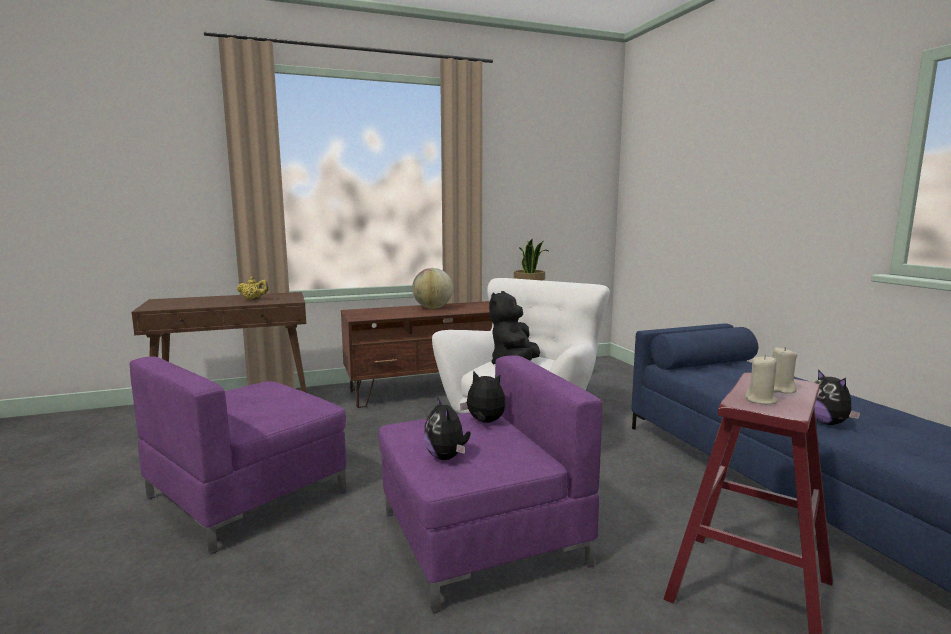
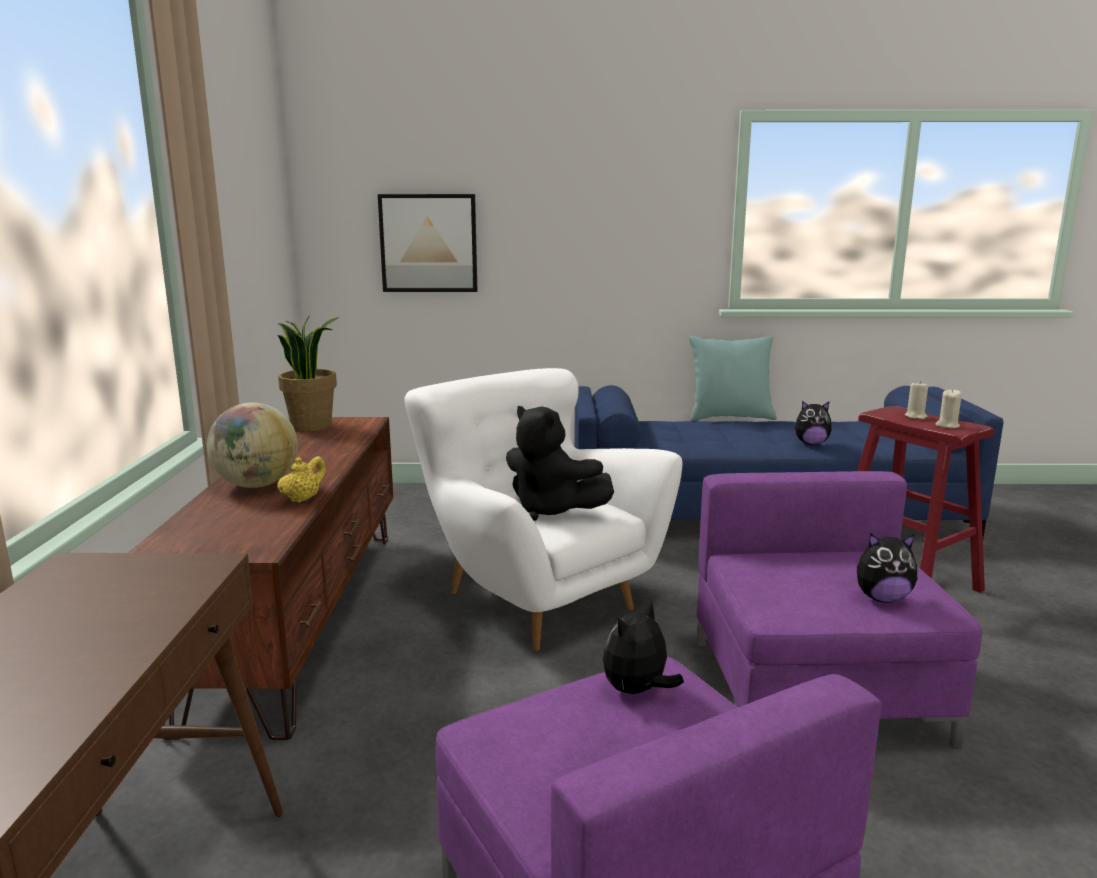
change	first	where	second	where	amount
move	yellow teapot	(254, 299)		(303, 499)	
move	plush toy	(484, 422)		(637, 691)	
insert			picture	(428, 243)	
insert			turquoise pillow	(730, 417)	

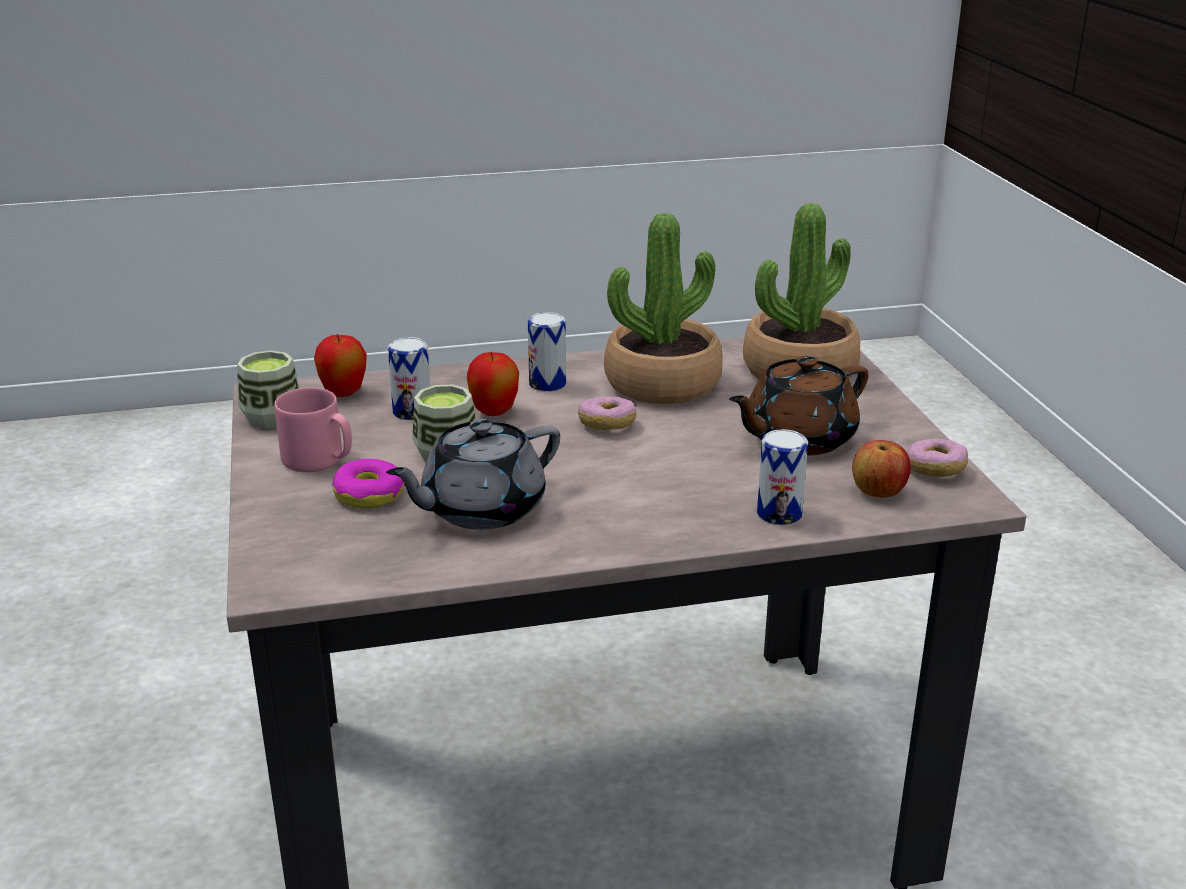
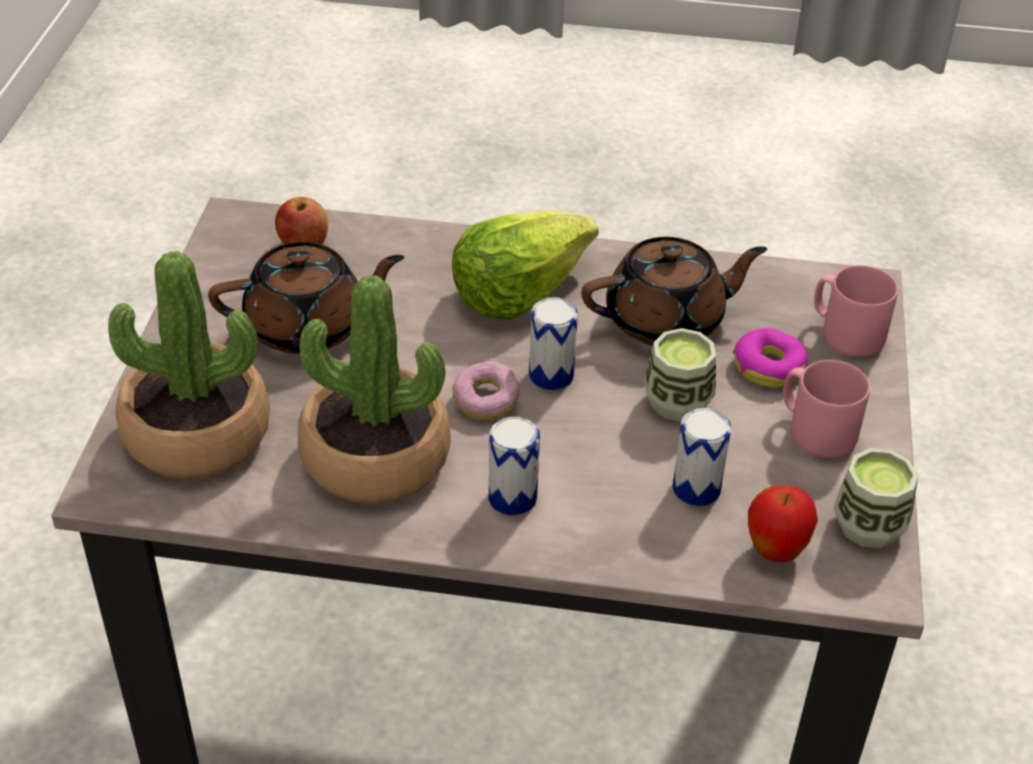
change	first	where	second	where	amount
recolor	grey teapot	(481, 509)	brown teapot	(667, 320)	
delete	apple	(494, 413)			
move	can	(779, 514)		(551, 375)	
delete	donut	(935, 470)			
insert			lettuce	(518, 290)	
insert			pink mug	(846, 333)	

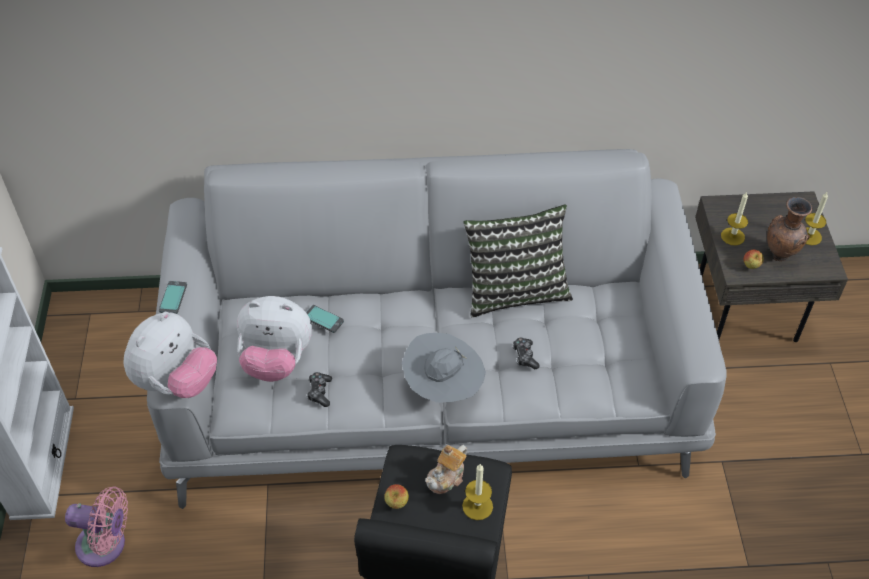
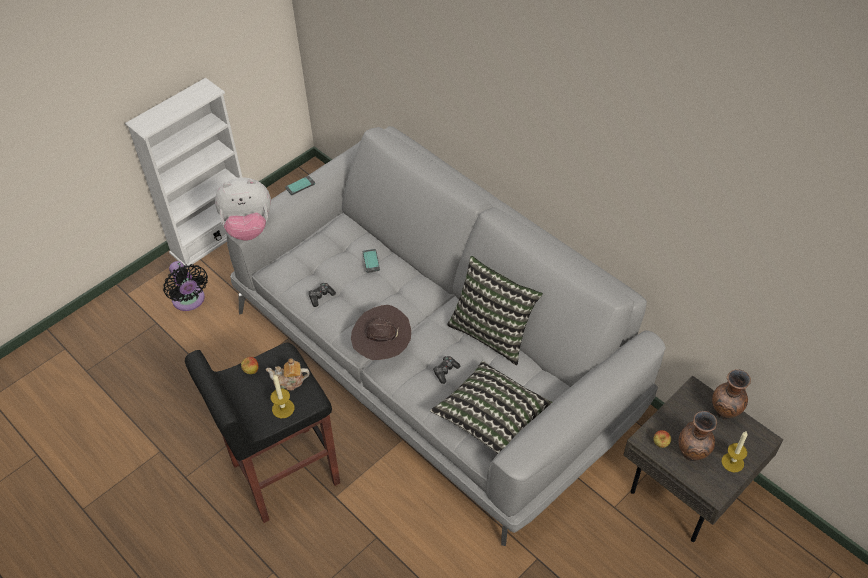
change	first	where	second	where	amount
recolor	pink fan	(106, 545)	black fan	(189, 301)	
delete	plush toy	(276, 360)			
recolor	grey hat	(443, 387)	brown hat	(382, 348)	
delete	candle	(732, 236)			
insert			pillow	(491, 418)	
insert			brown vase	(724, 414)	

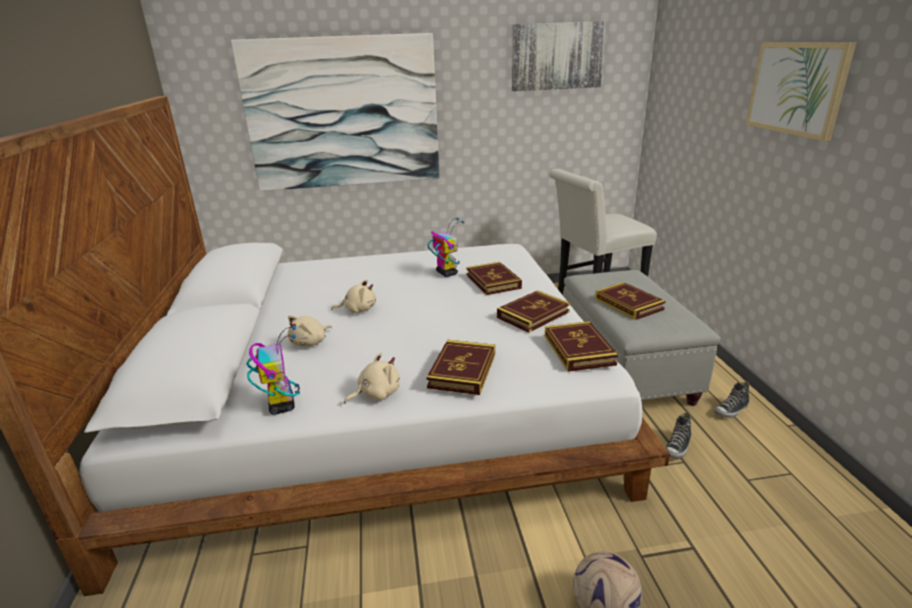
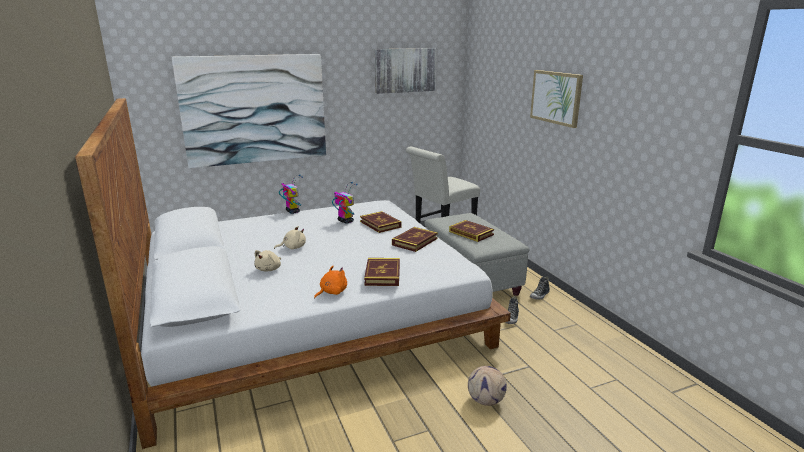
change	first	where	second	where	amount
move	toy robot	(281, 405)		(292, 211)	
recolor	beige plush toy	(376, 394)	orange plush toy	(332, 292)	
delete	book	(578, 350)			

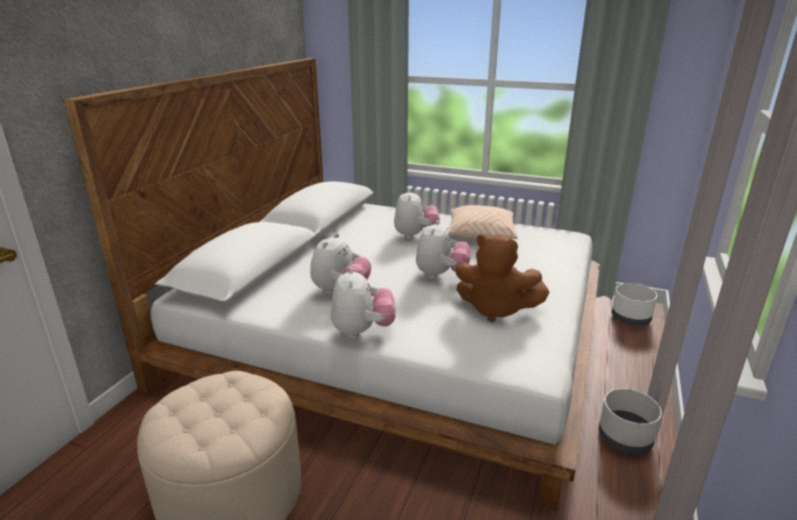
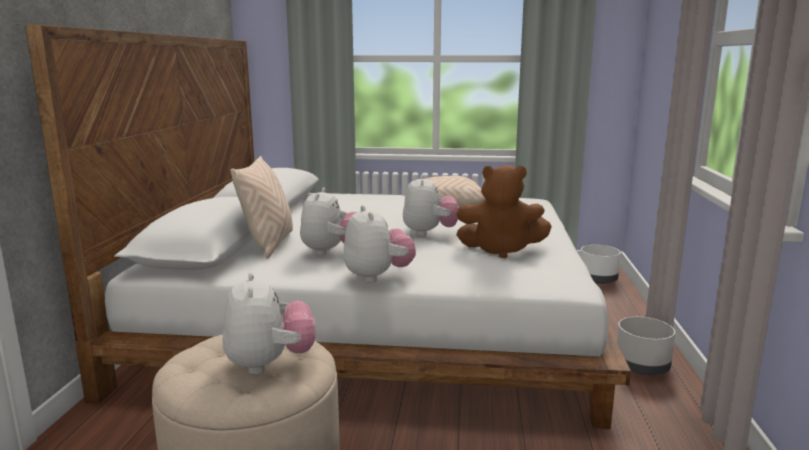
change	first	where	second	where	amount
move	plush toy	(415, 236)		(269, 364)	
insert			beige pillow	(269, 244)	

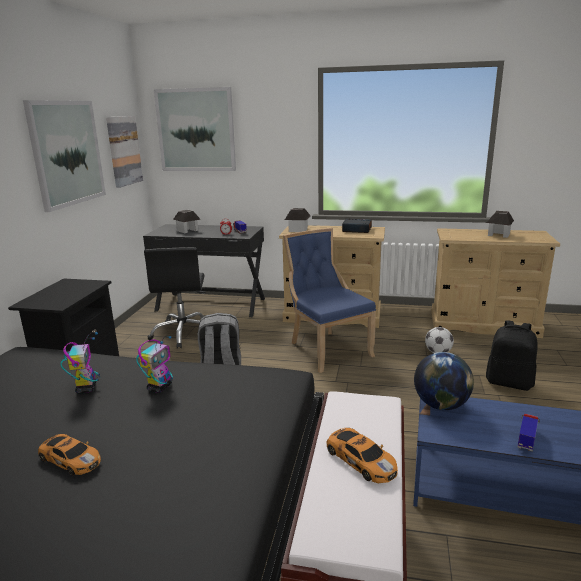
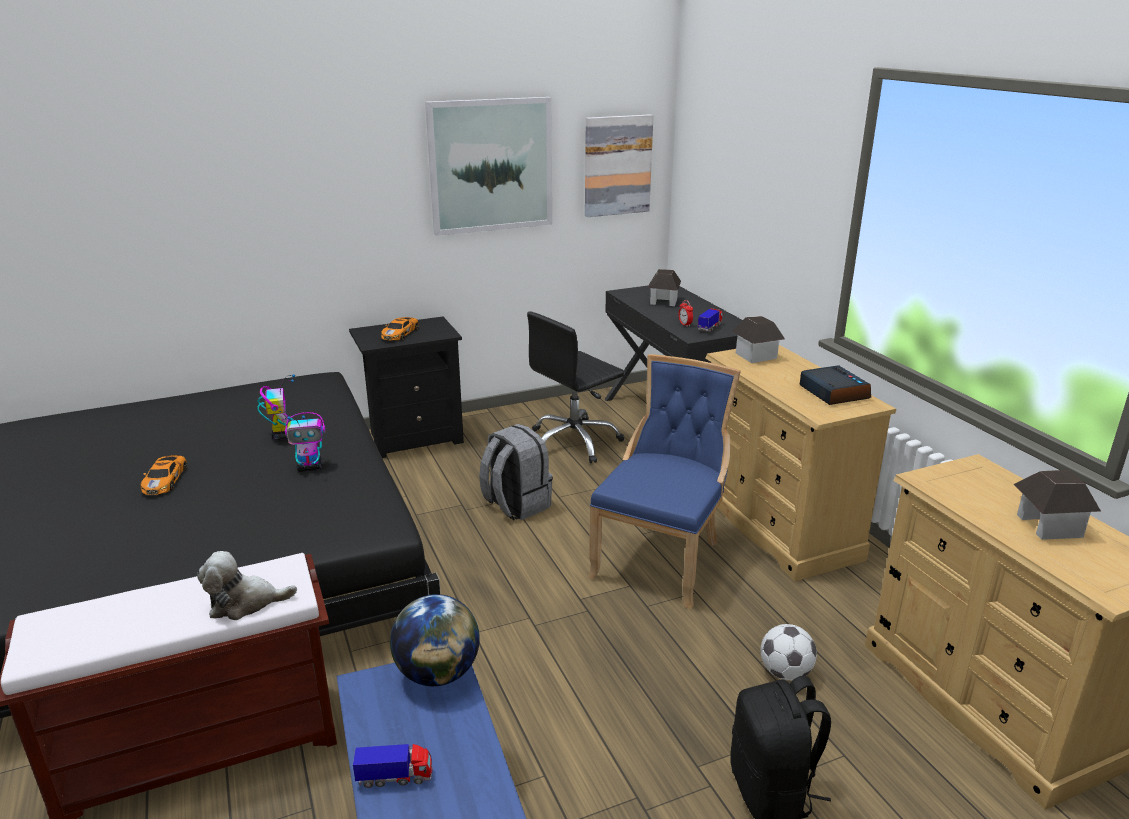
change	first	where	second	where	amount
rotate	toy robot	(86, 388)		(282, 435)	60 degrees counterclockwise
delete	picture	(196, 130)			
move	toy car	(360, 459)		(400, 333)	
insert			plush toy	(245, 603)	

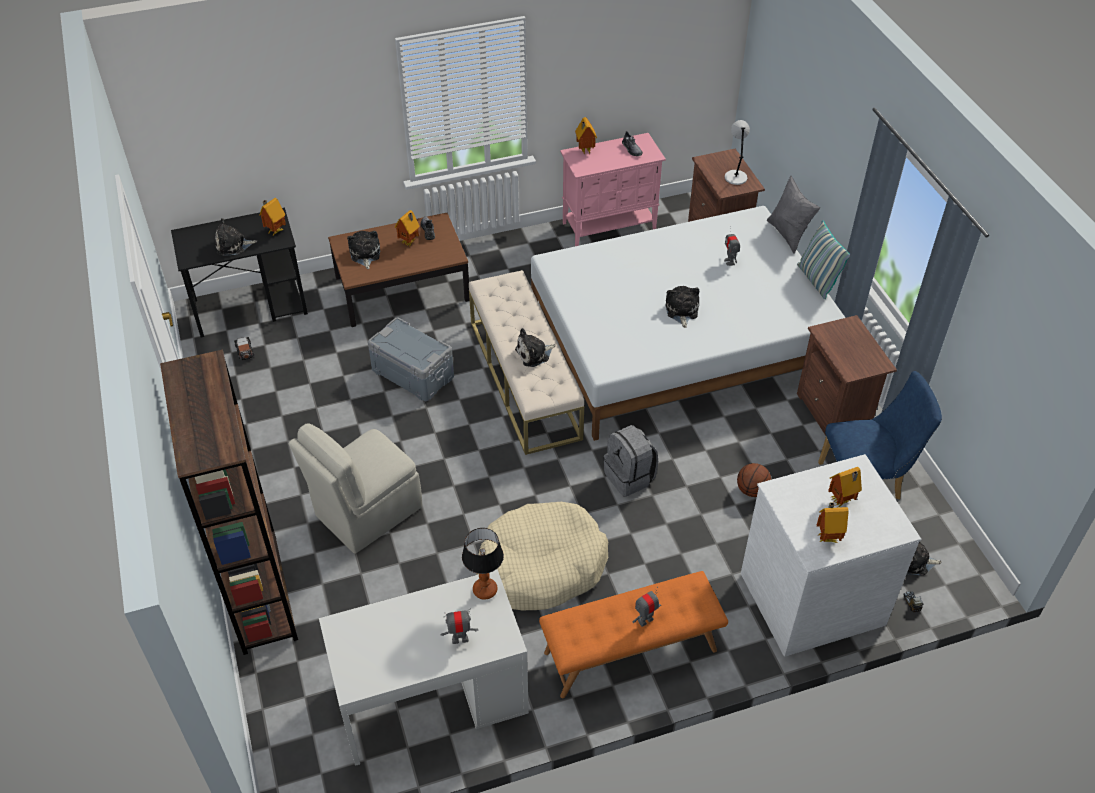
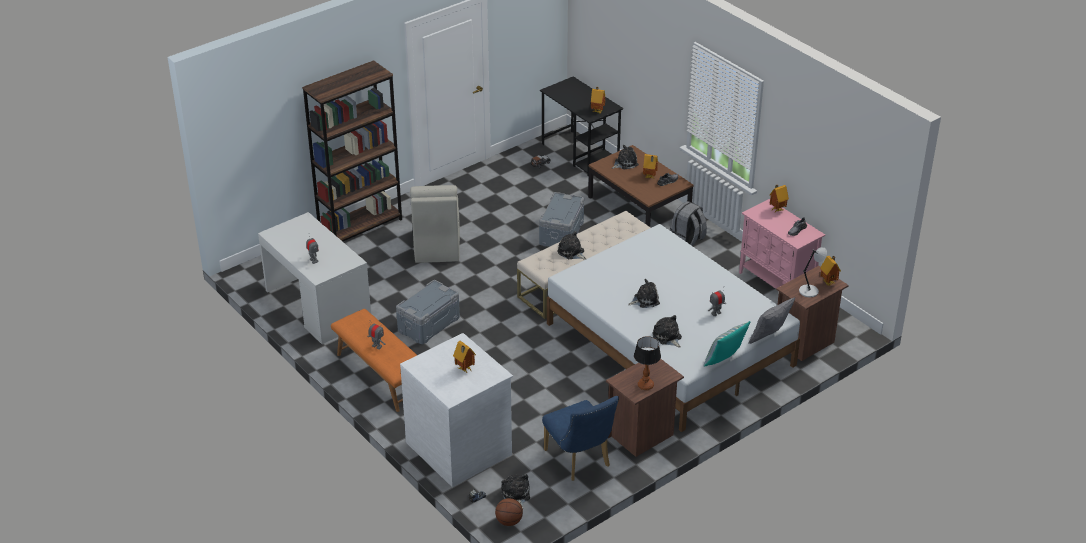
change	first	where	second	where	amount
move	plush toy	(233, 245)		(667, 337)	
rotate	beige chair	(366, 512)		(436, 246)	120 degrees counterclockwise
move	table lamp	(484, 590)		(645, 385)	
replace	beige dog bed	(541, 566)	grey storage box	(429, 325)	
move	grey backpack	(630, 477)		(687, 240)	
move	basketball	(752, 490)		(508, 521)	
move	toy house	(827, 537)		(829, 282)	

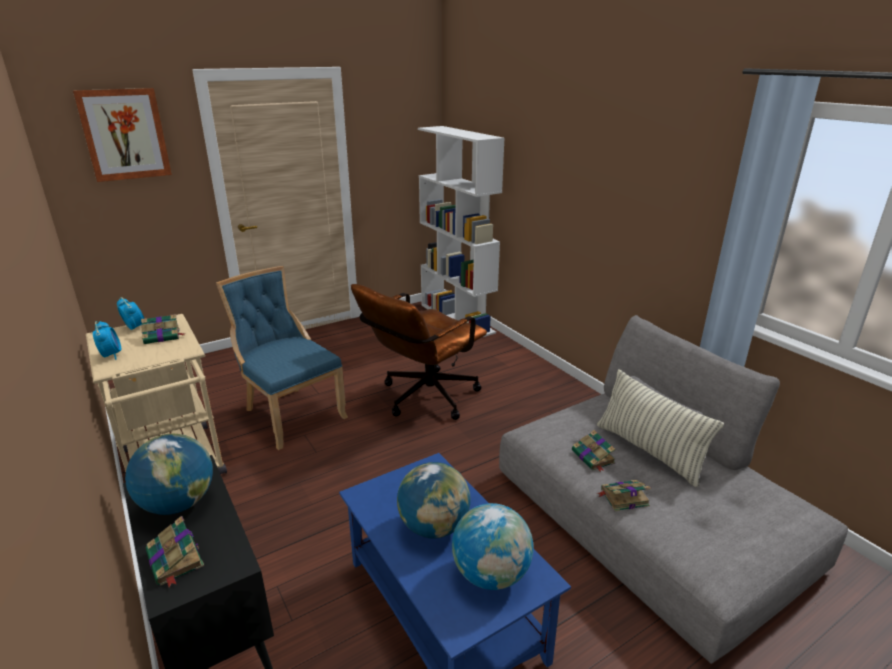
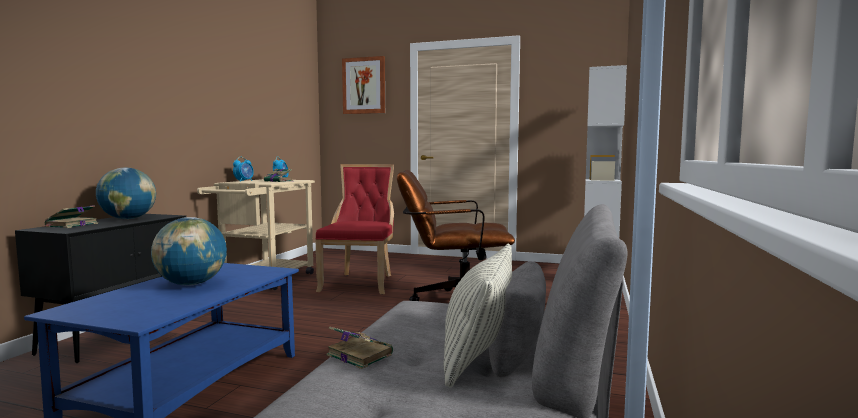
change	first	where	second	where	amount
recolor	blue chair	(290, 414)	red chair	(360, 282)	
delete	globe	(491, 574)			
delete	book	(593, 457)			

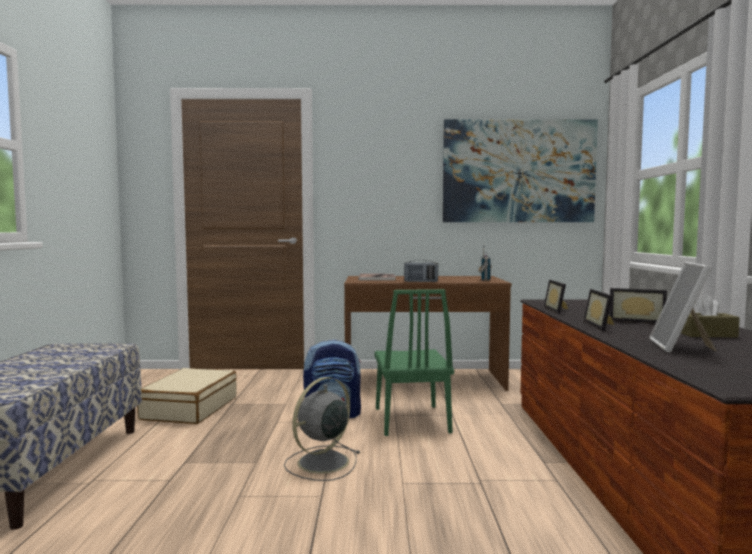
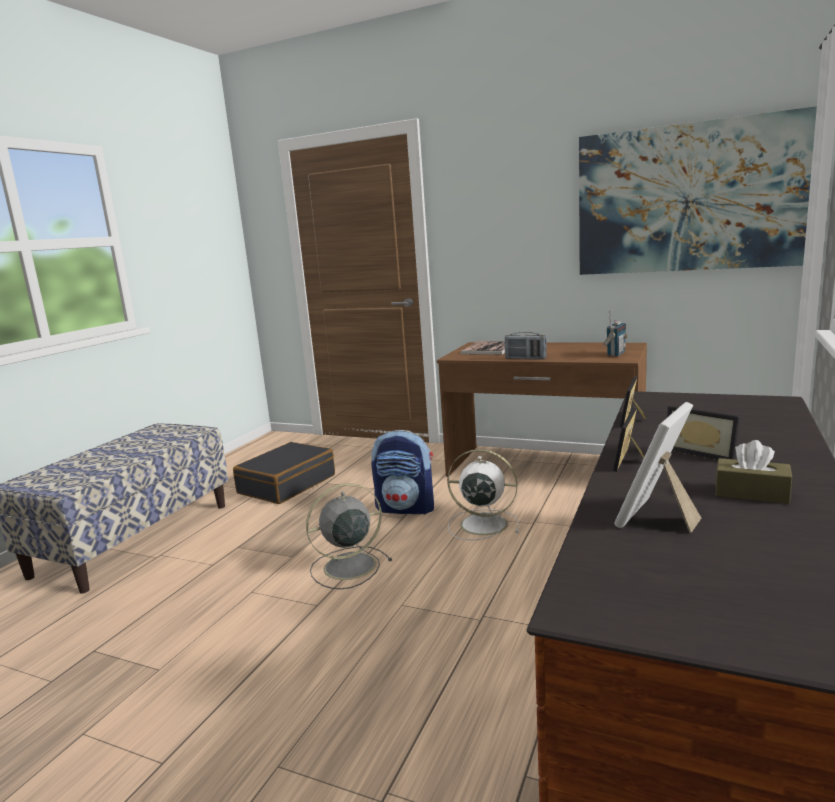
change	first	where	second	where	amount
recolor	beige suitcase	(189, 408)	black suitcase	(286, 484)	
replace	green chair	(411, 420)	white fan	(481, 524)	

